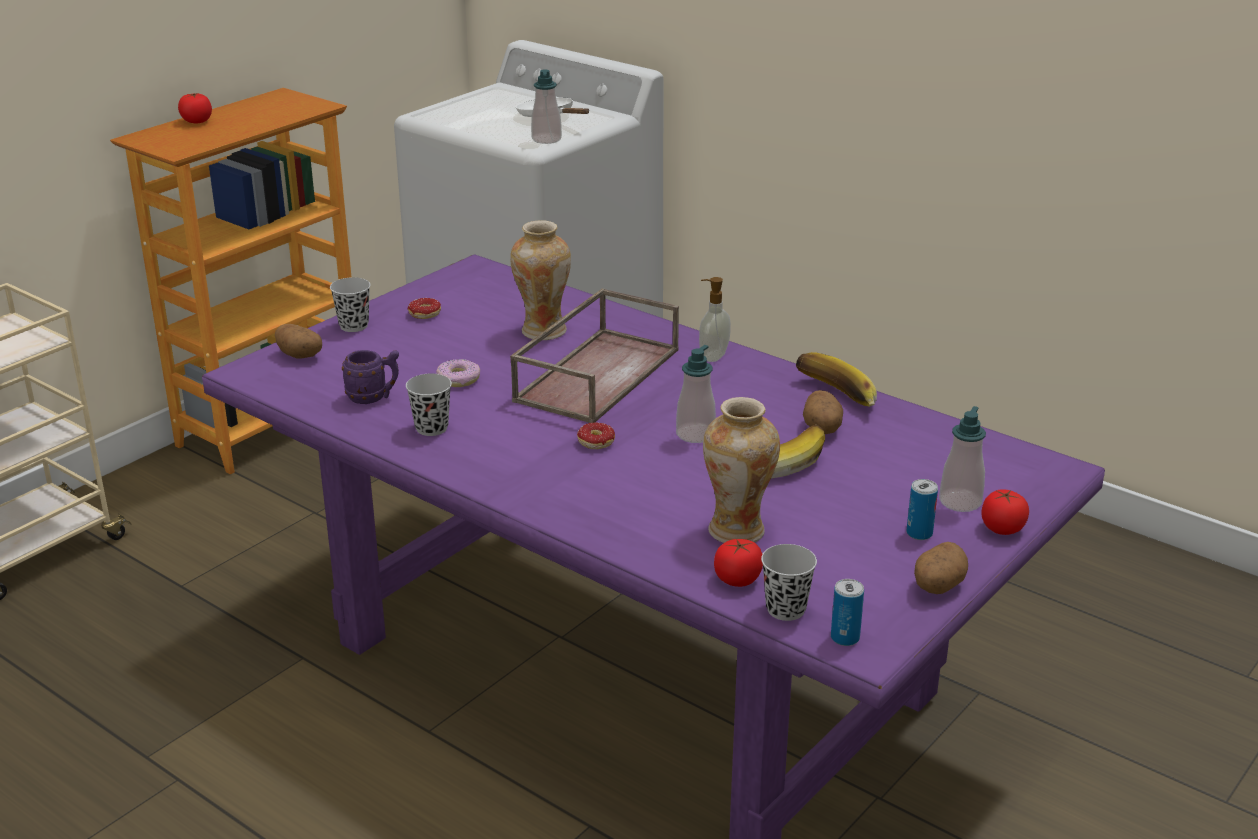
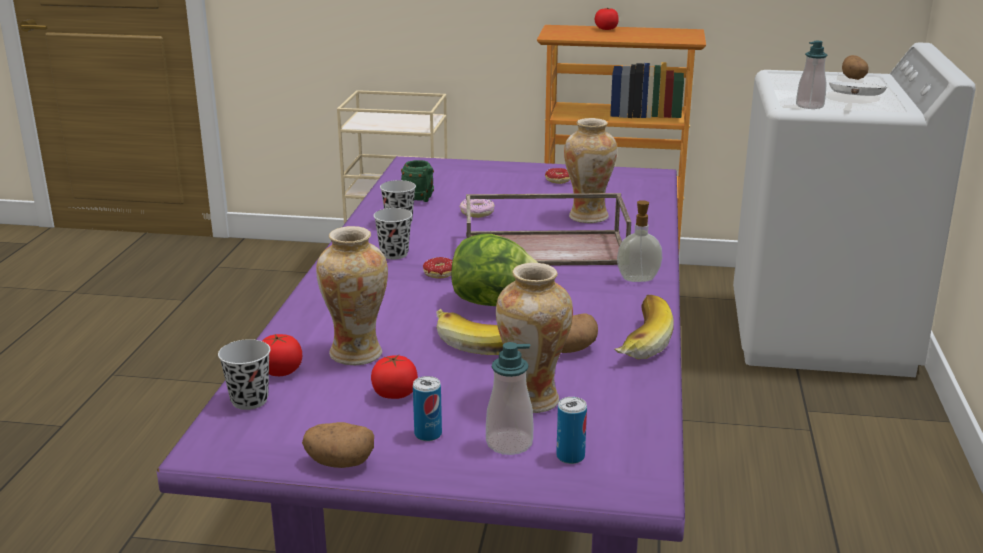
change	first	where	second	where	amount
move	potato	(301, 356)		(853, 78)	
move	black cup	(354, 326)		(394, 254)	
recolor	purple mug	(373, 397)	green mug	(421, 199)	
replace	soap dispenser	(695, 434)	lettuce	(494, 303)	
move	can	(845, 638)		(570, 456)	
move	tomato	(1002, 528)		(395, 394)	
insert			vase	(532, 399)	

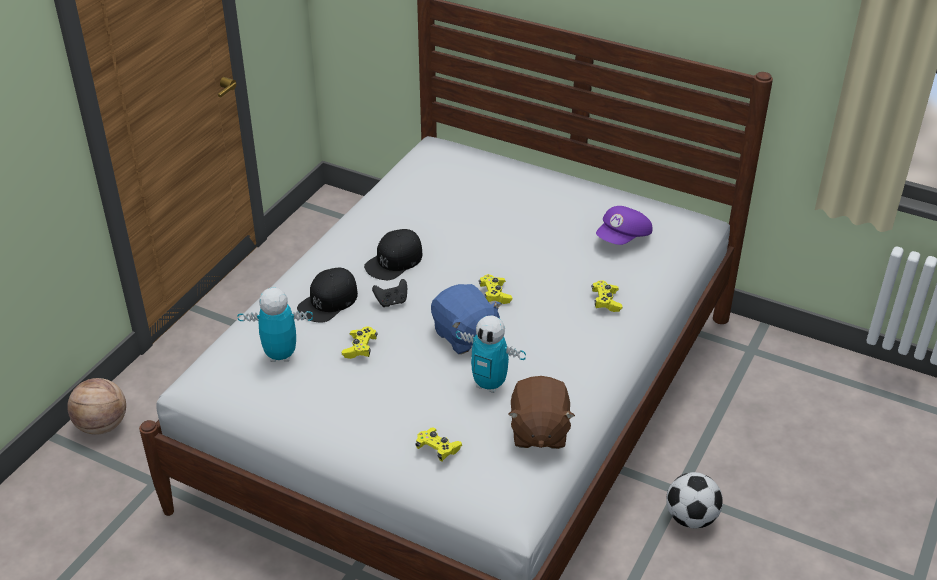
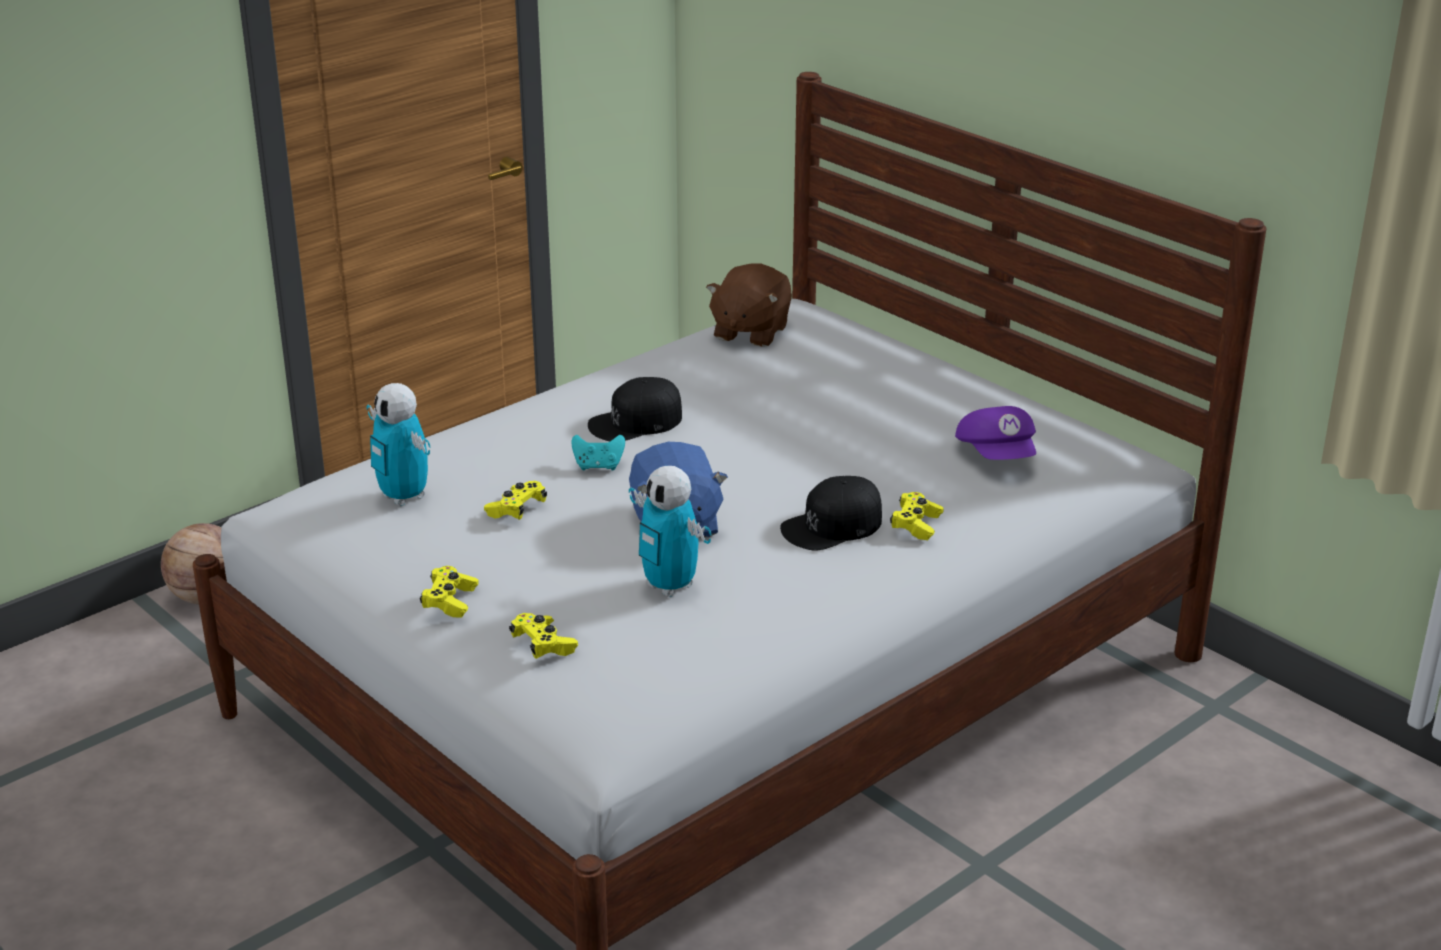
change	first	where	second	where	amount
rotate	toy robot	(280, 355)		(404, 497)	150 degrees counterclockwise
move	black cap	(328, 301)		(832, 526)	
recolor	black game controller	(391, 302)	turquoise game controller	(598, 466)	
move	yellow game controller	(495, 295)		(450, 601)	
move	brown plush toy	(538, 431)		(750, 332)	
rotate	purple cap	(623, 238)		(998, 456)	75 degrees counterclockwise
delete	football	(691, 518)			

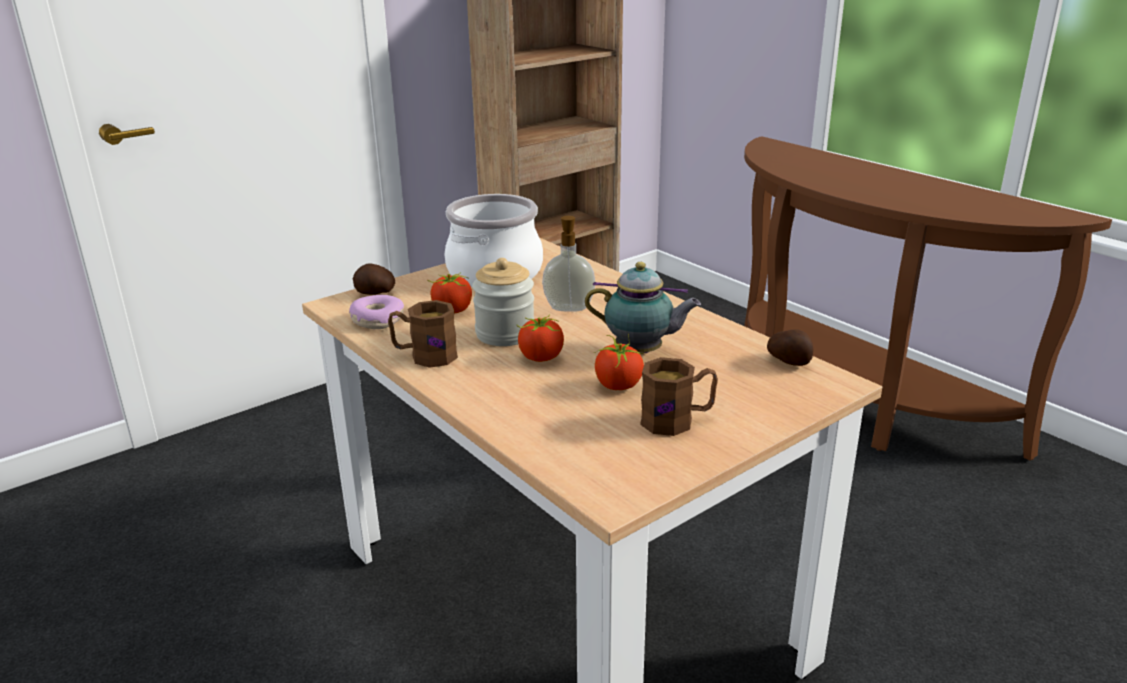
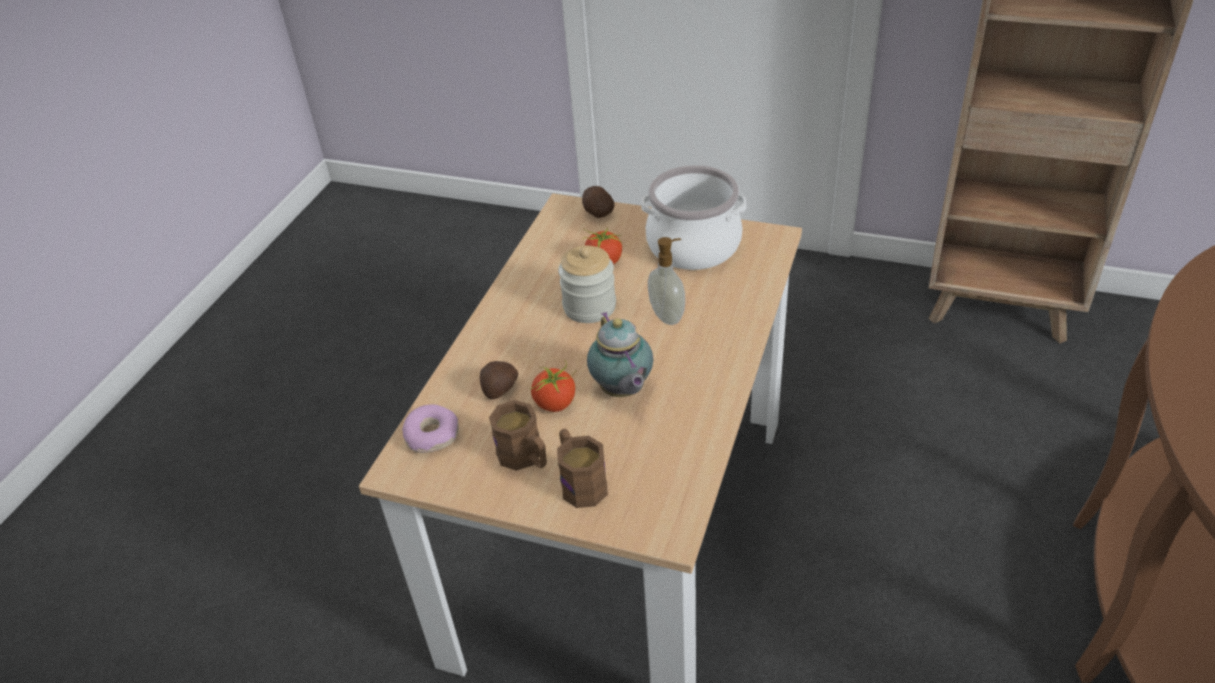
change	first	where	second	where	amount
move	donut	(377, 320)		(432, 435)	
move	brown mug	(424, 356)		(580, 482)	
delete	tomato	(541, 358)			
move	potato	(790, 362)		(499, 390)	

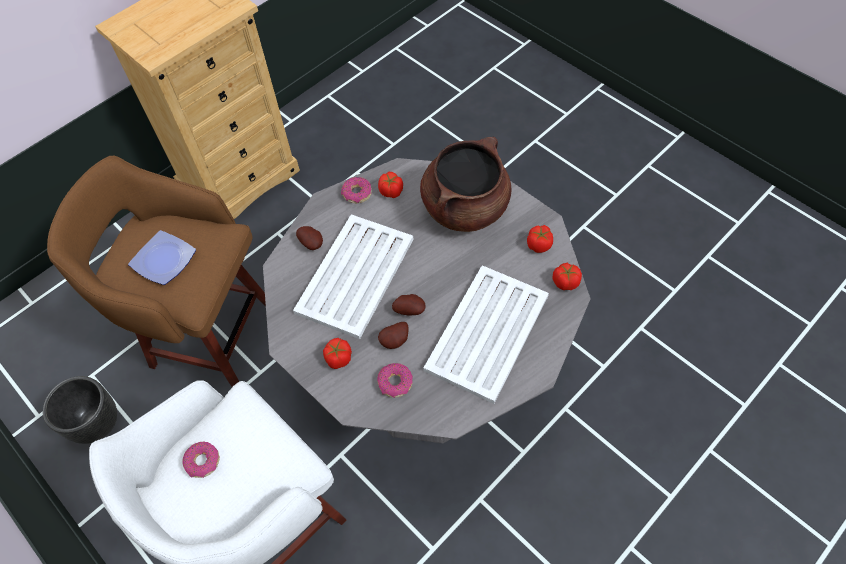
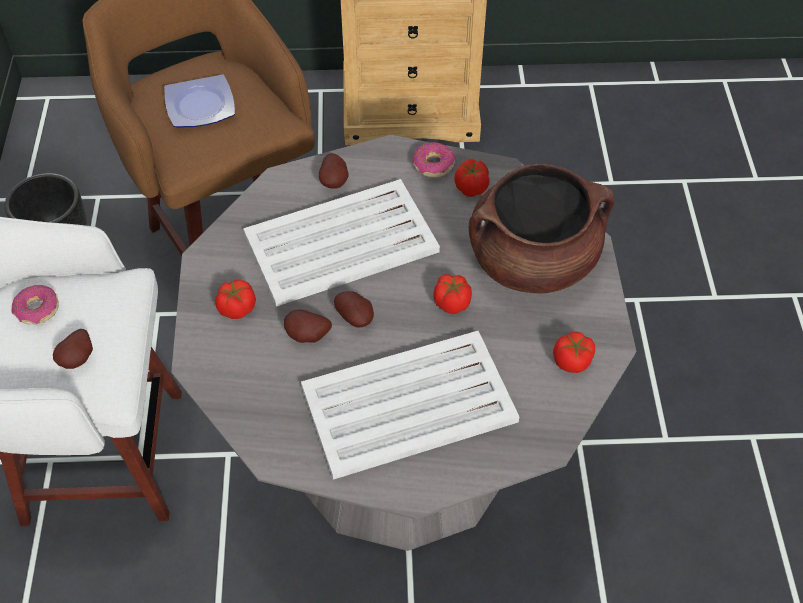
change	first	where	second	where	amount
delete	donut	(395, 383)			
move	tomato	(565, 282)		(451, 302)	
insert			potato	(79, 359)	

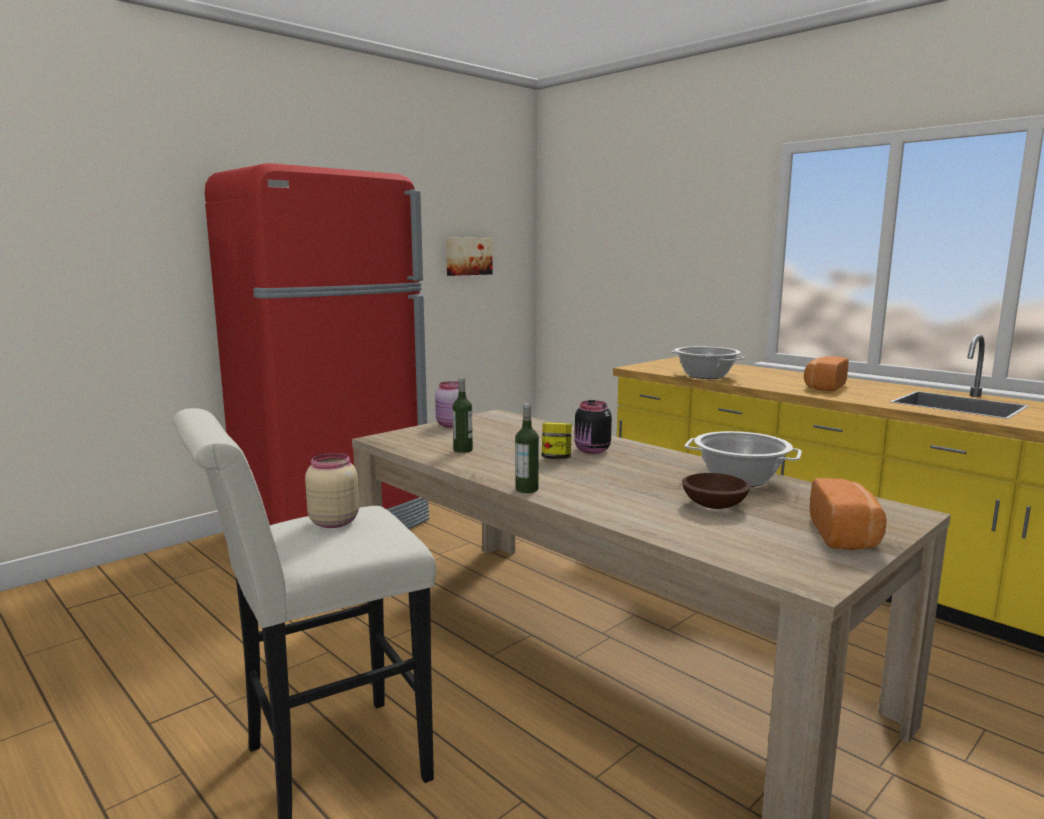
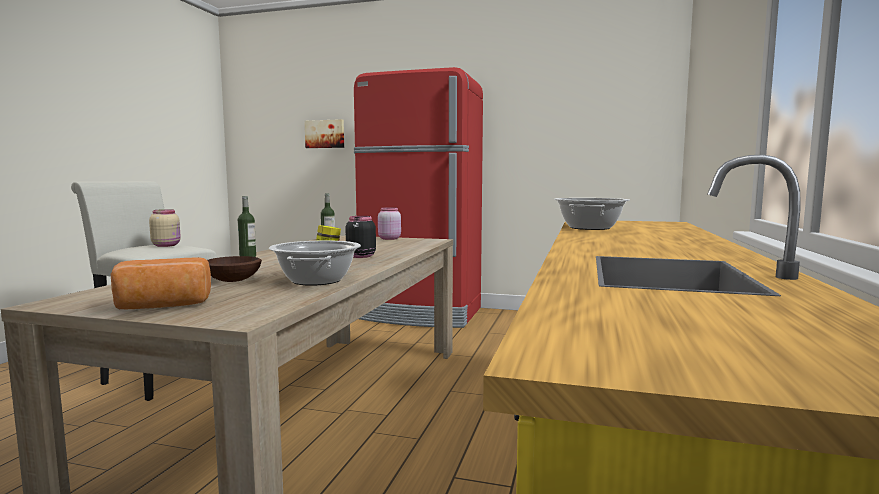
change	first	where	second	where	amount
move	picture	(468, 256)		(325, 134)	
delete	bread	(823, 387)			

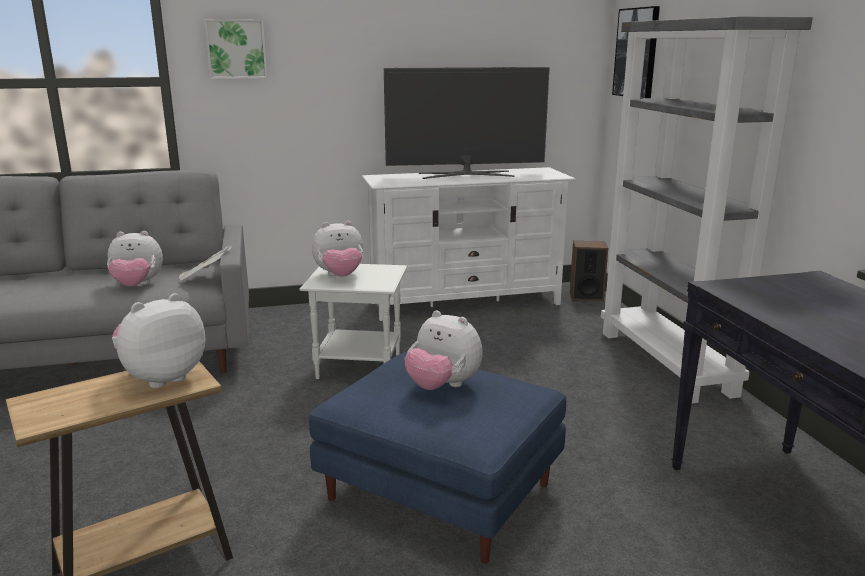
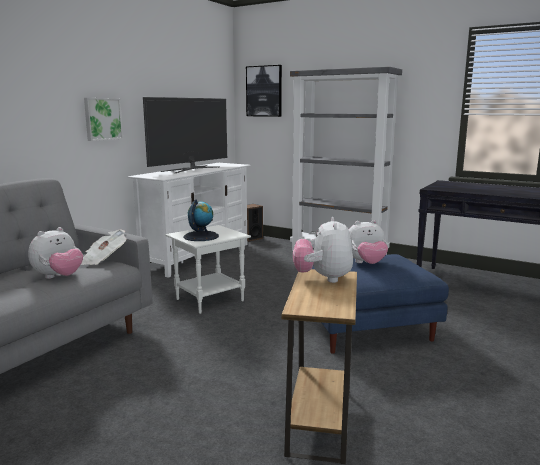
change	first	where	second	where	amount
move	picture	(236, 49)		(102, 119)	
replace	plush toy	(340, 276)	globe	(201, 236)	

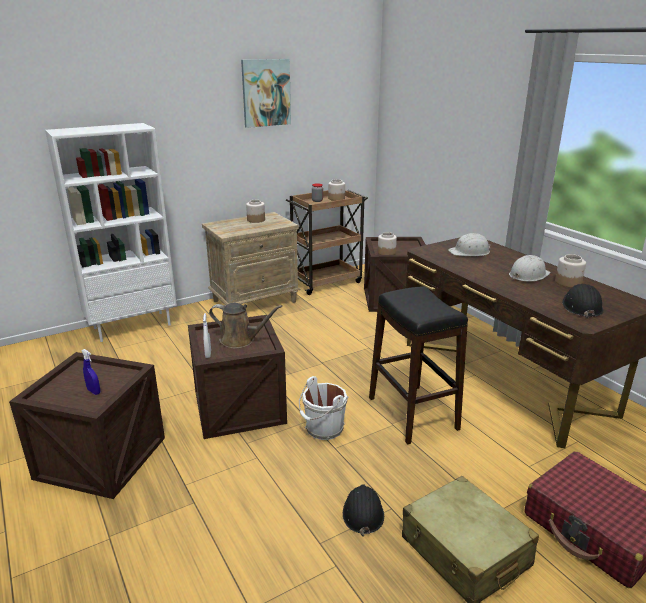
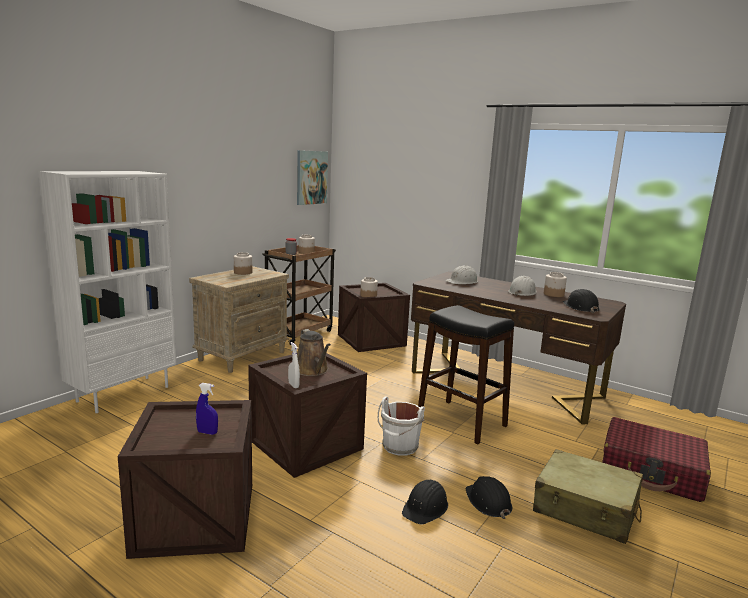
change	first	where	second	where	amount
rotate	brown watering can	(240, 340)		(312, 371)	75 degrees clockwise
move	picture	(266, 93)		(311, 177)	
insert			black hard hat	(425, 507)	

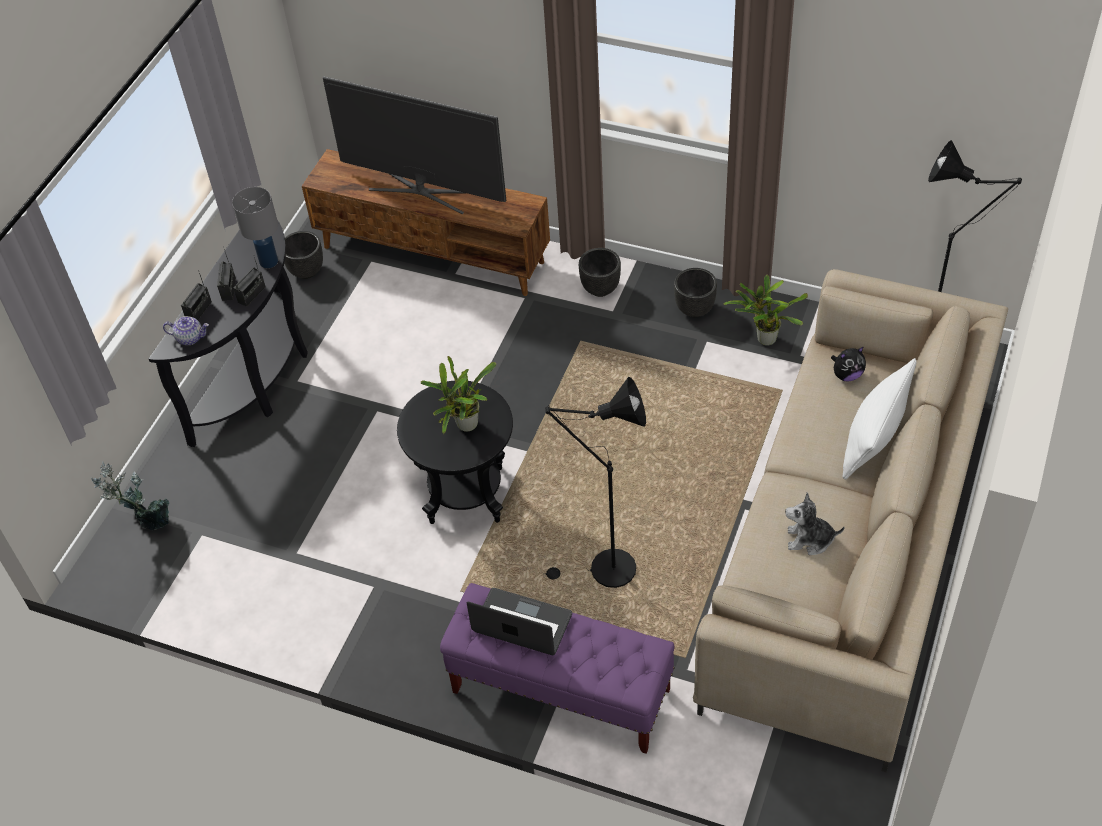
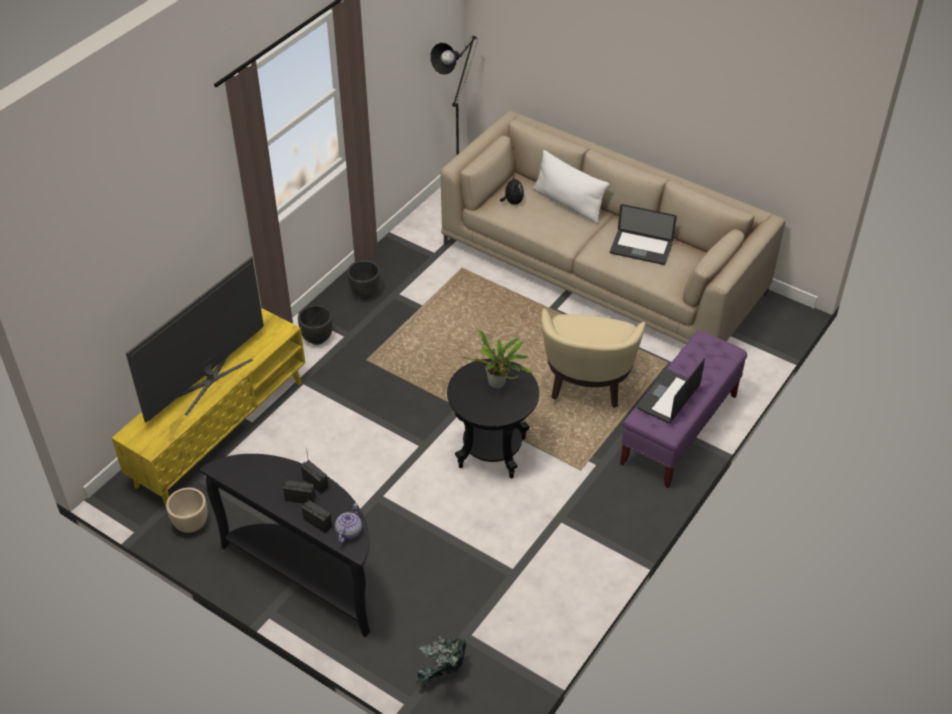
change	first	where	second	where	amount
delete	grey table lamp	(268, 261)			
recolor	black planter	(307, 271)	beige planter	(191, 524)	
recolor	brown tv stand	(434, 254)	yellow tv stand	(221, 432)	
replace	black floor lamp	(604, 571)	beige armchair	(587, 388)	
delete	potted plant	(764, 338)			
replace	plush toy	(809, 540)	laptop	(641, 248)	

